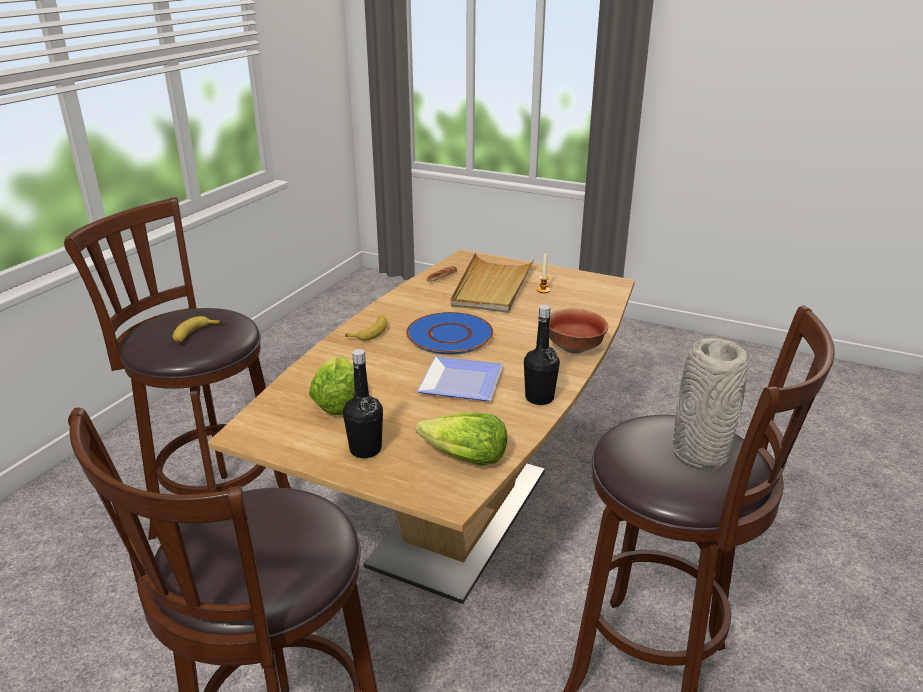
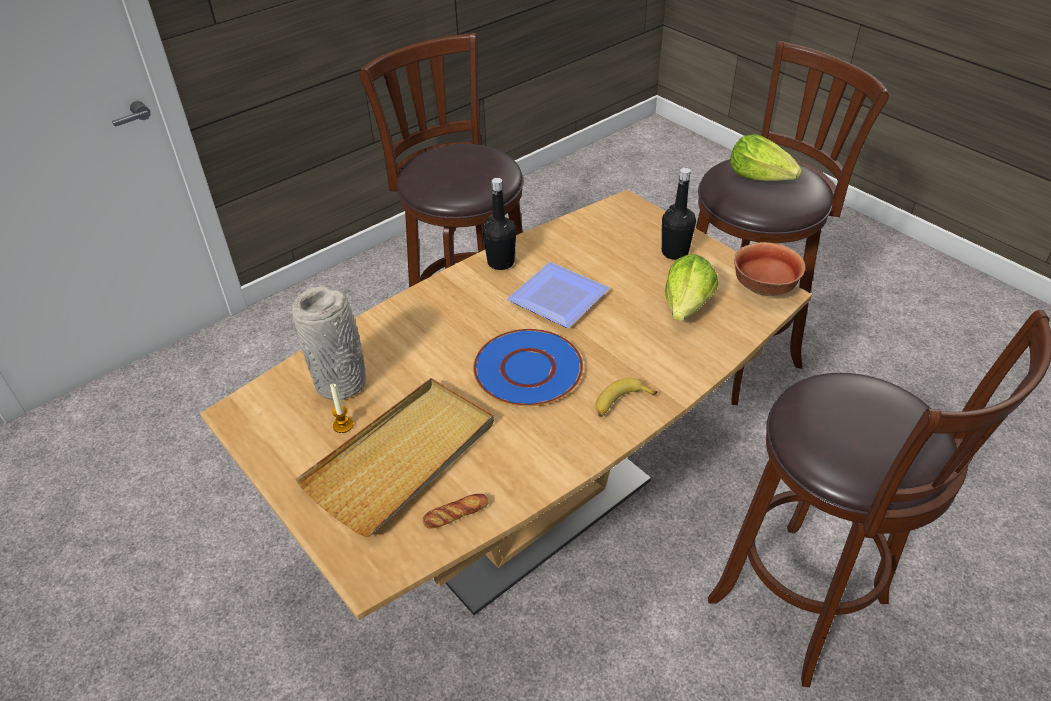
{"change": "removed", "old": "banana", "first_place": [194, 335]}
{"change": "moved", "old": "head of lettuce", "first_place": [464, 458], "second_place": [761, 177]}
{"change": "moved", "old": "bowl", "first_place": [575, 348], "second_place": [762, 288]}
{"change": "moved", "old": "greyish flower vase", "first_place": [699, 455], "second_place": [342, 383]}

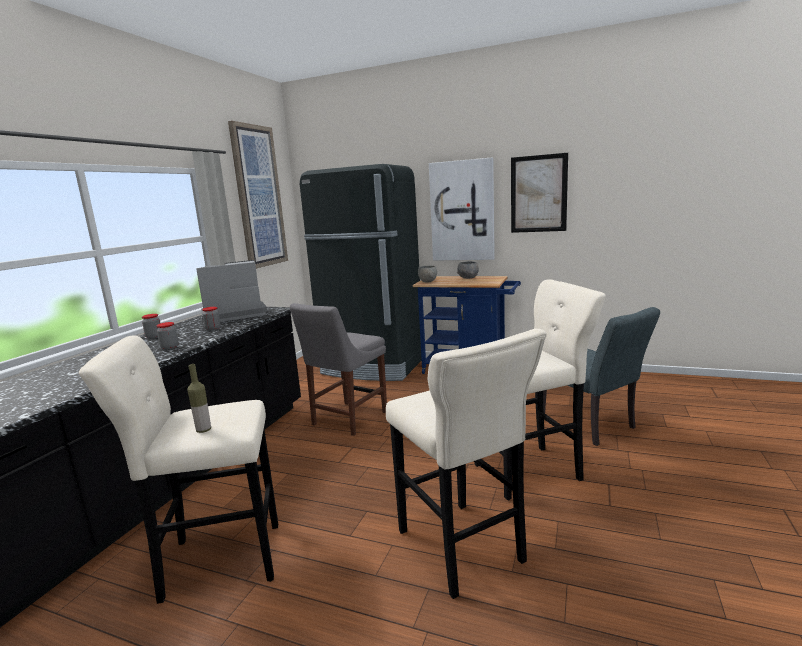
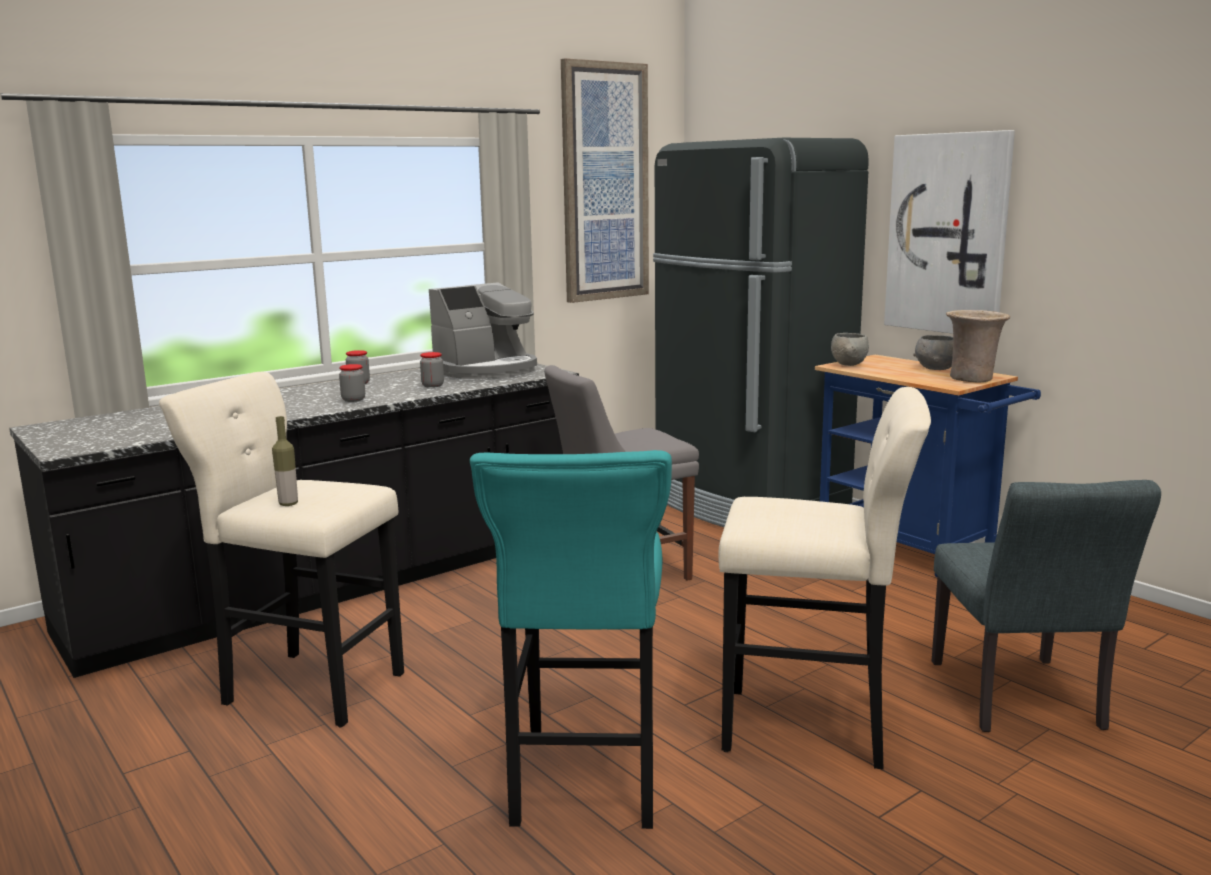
{"change": "turned", "old": "coffee machine", "first_place": [233, 315], "second_place": [486, 370], "degrees": 135}
{"change": "recoloured", "old": "beige sitting stool", "new": "blue-green sitting stool", "first_place": [463, 550], "second_place": [585, 783]}
{"change": "removed", "old": "wall art", "first_place": [538, 194]}
{"change": "added", "new": "beige flower vase", "second_place": [973, 378]}

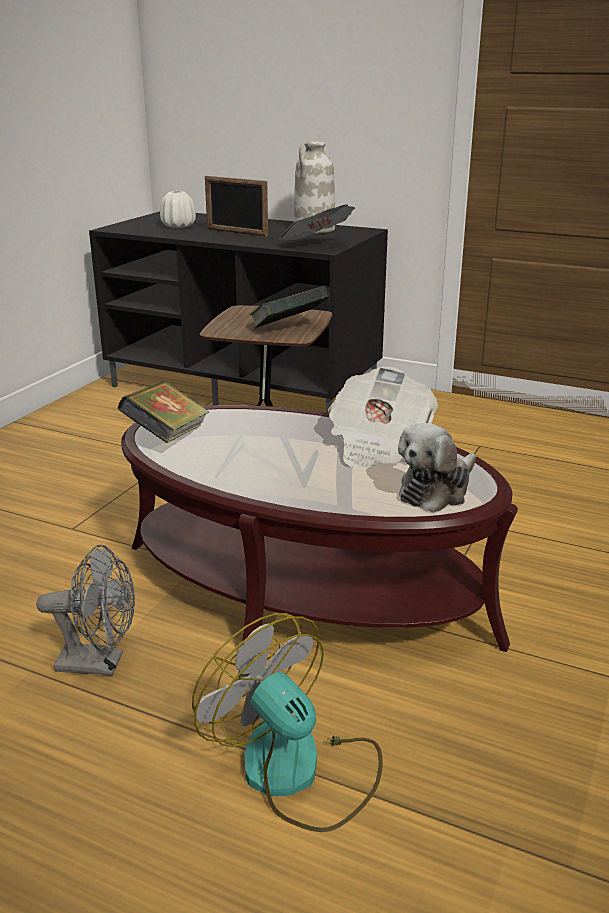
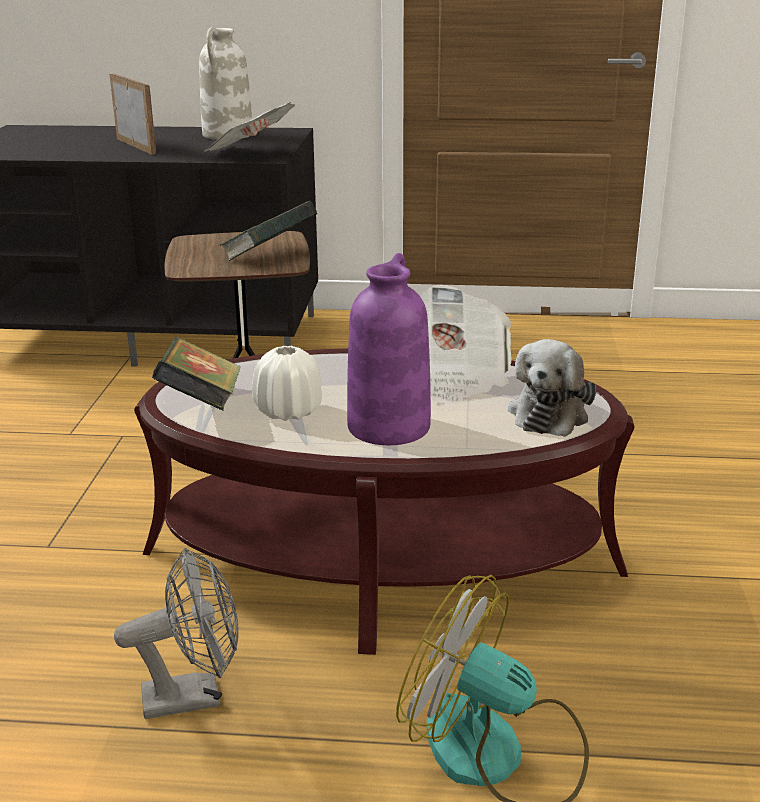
{"change": "moved", "old": "white-coloured flower vase", "first_place": [178, 226], "second_place": [288, 411]}
{"change": "turned", "old": "picture frame", "first_place": [236, 232], "second_place": [136, 146], "degrees": -135}
{"change": "added", "new": "purplish flower vase", "second_place": [388, 426]}

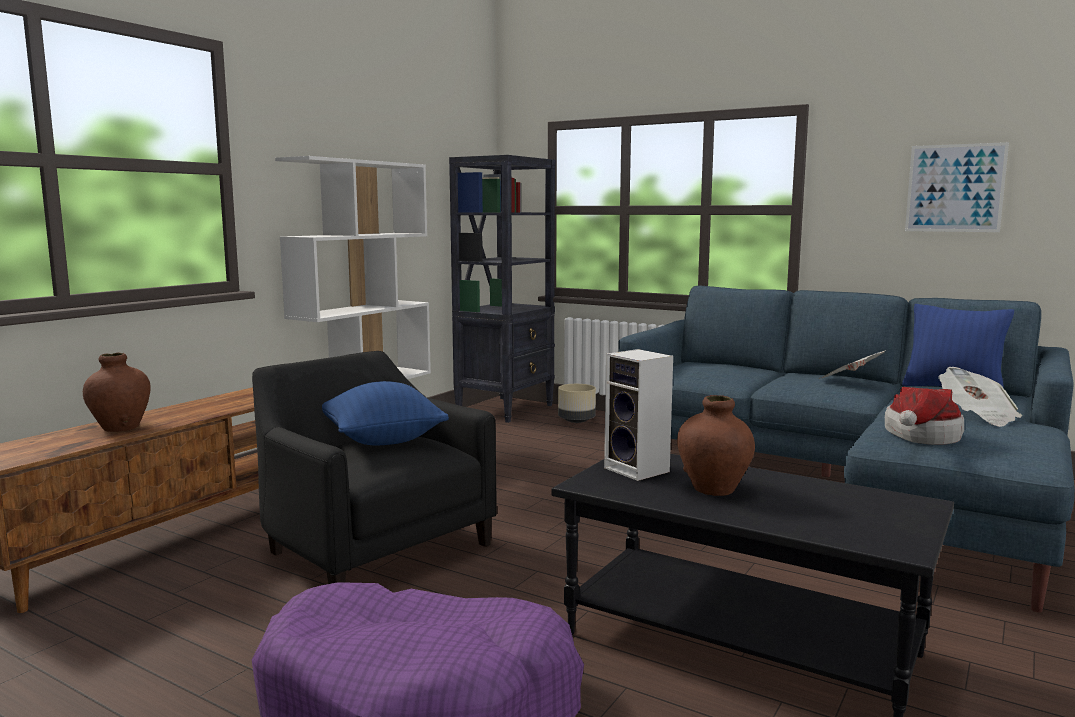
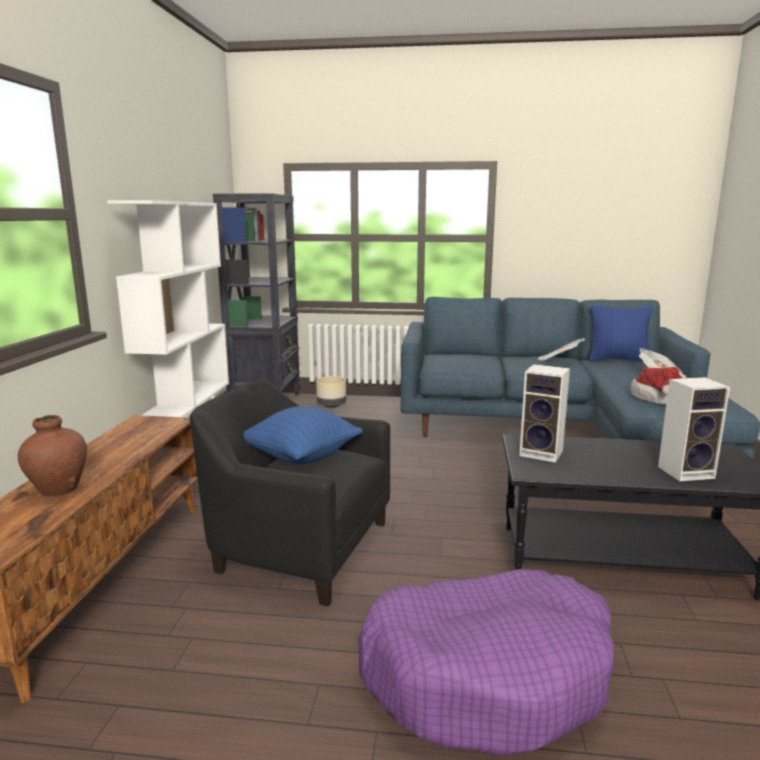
{"change": "removed", "old": "brown flower vase", "first_place": [713, 489]}
{"change": "removed", "old": "wall art", "first_place": [955, 188]}
{"change": "added", "new": "loudspeaker", "second_place": [687, 472]}

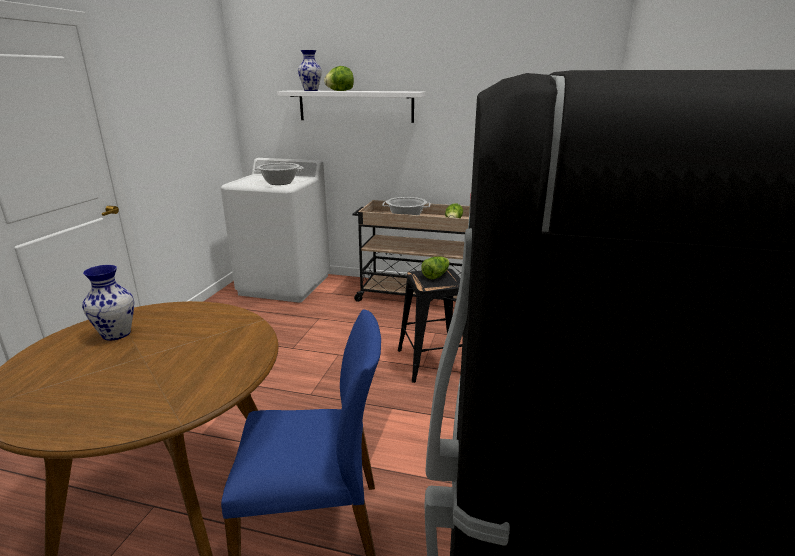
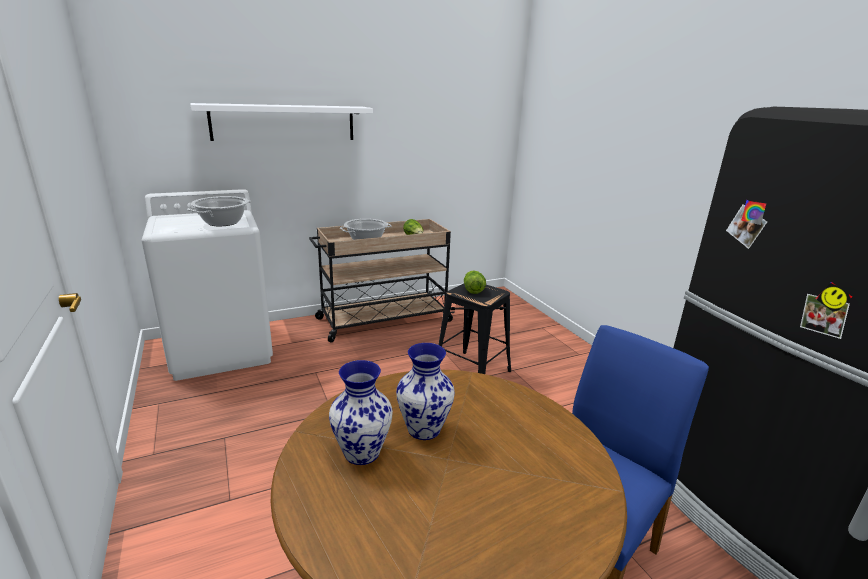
{"change": "moved", "old": "flower vase", "first_place": [311, 90], "second_place": [425, 429]}
{"change": "removed", "old": "head of lettuce", "first_place": [340, 91]}

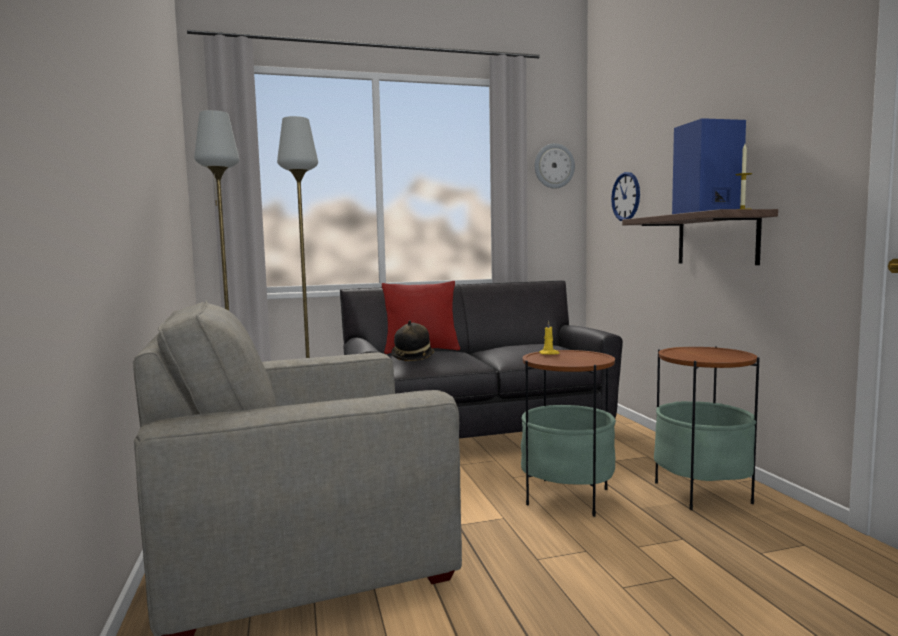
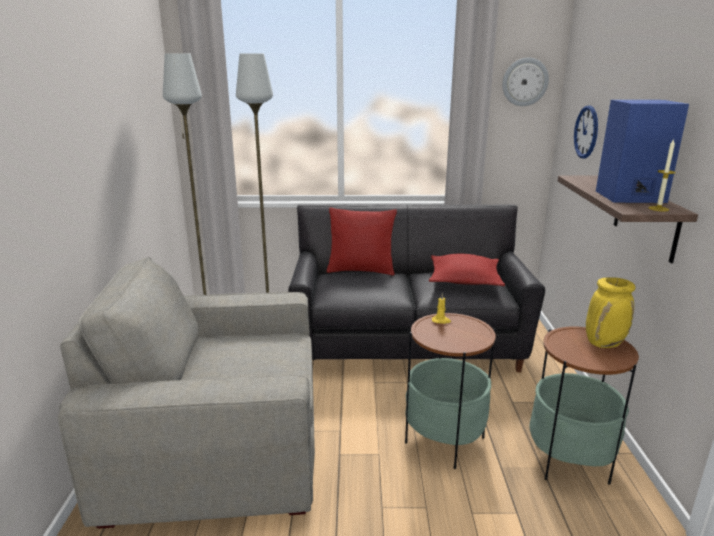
{"change": "removed", "old": "clothing hat", "first_place": [413, 357]}
{"change": "added", "new": "red pillow", "second_place": [464, 280]}
{"change": "added", "new": "yellowish flower vase", "second_place": [604, 343]}

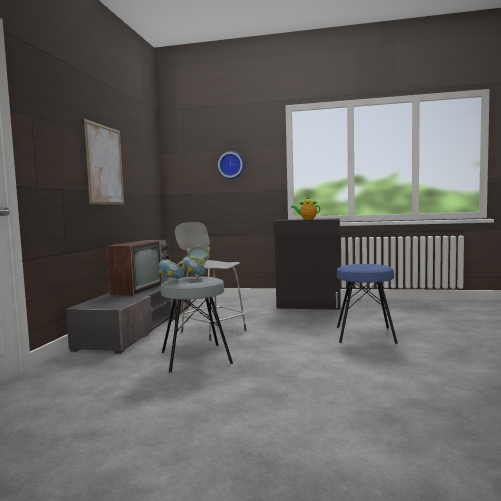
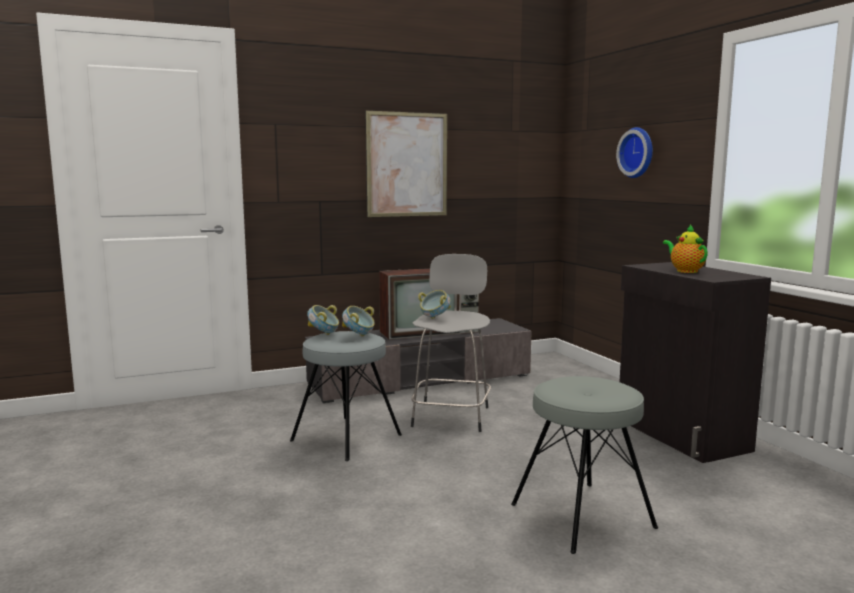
{"change": "recoloured", "old": "blue-coloured sitting stool", "new": "greyish sitting stool", "first_place": [365, 335], "second_place": [581, 516]}

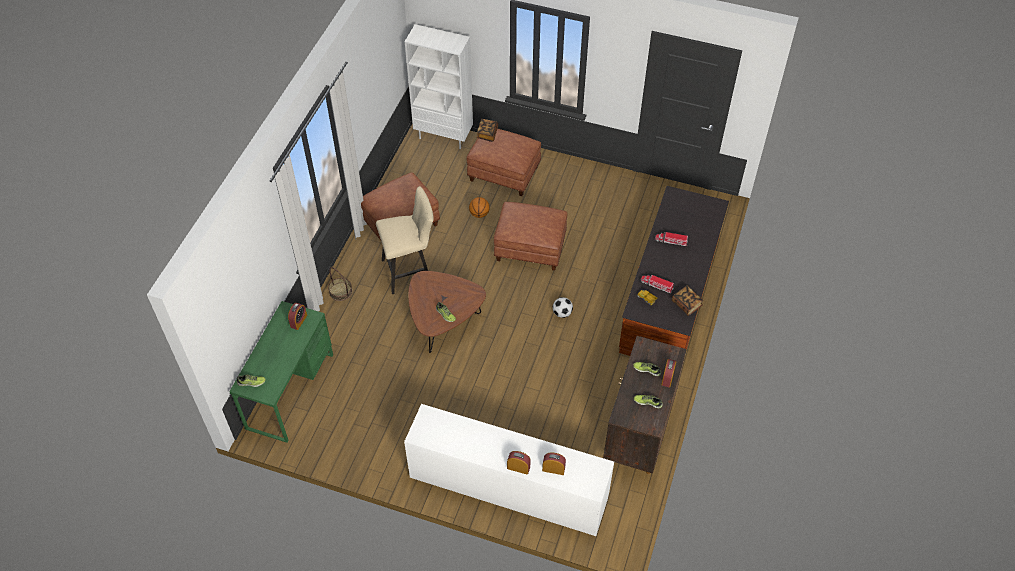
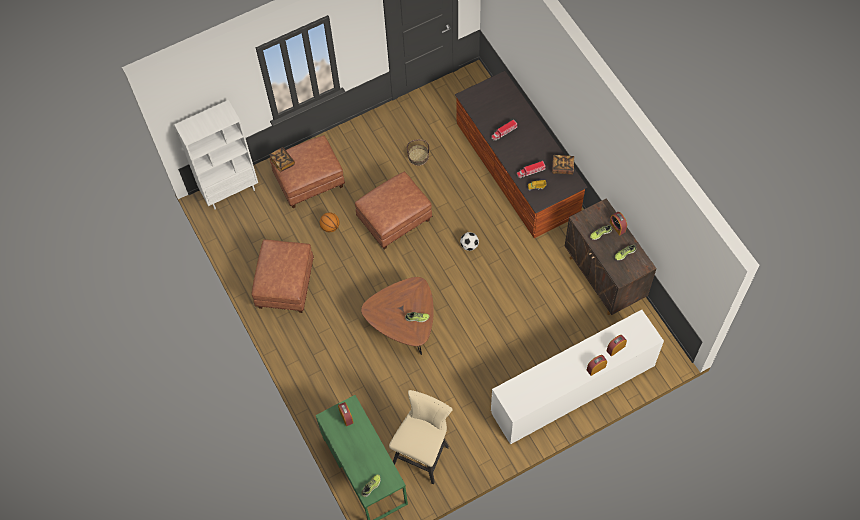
{"change": "moved", "old": "storage basket", "first_place": [340, 291], "second_place": [418, 157]}
{"change": "moved", "old": "beige sitting stool", "first_place": [410, 271], "second_place": [423, 453]}

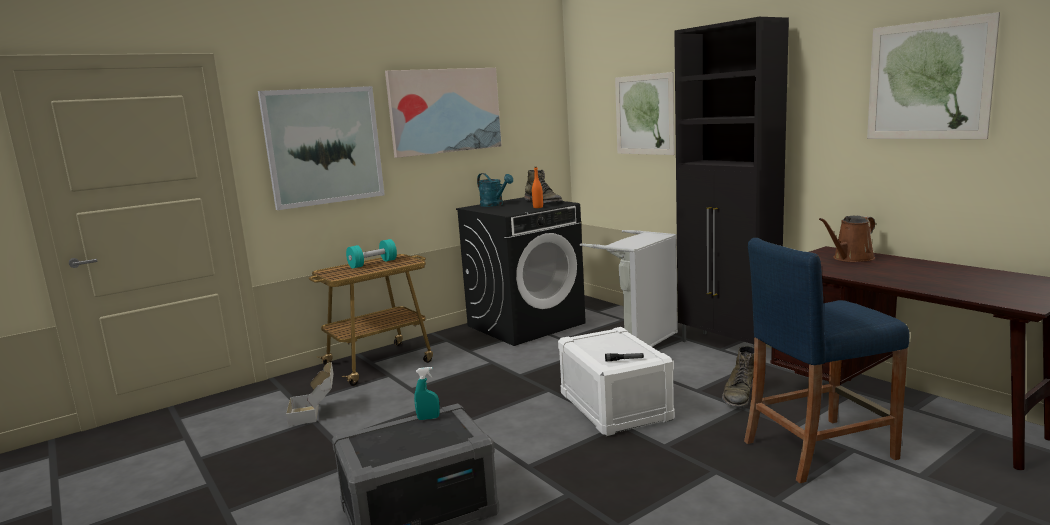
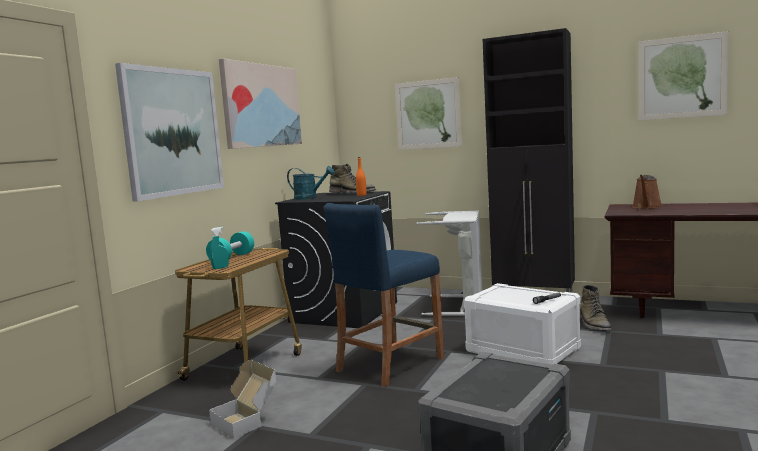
{"change": "moved", "old": "blue-green spray bottle", "first_place": [428, 418], "second_place": [220, 268]}
{"change": "moved", "old": "blue-coloured sitting stool", "first_place": [818, 449], "second_place": [389, 364]}

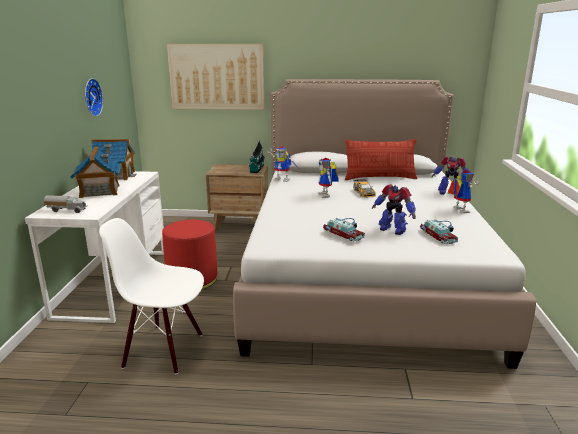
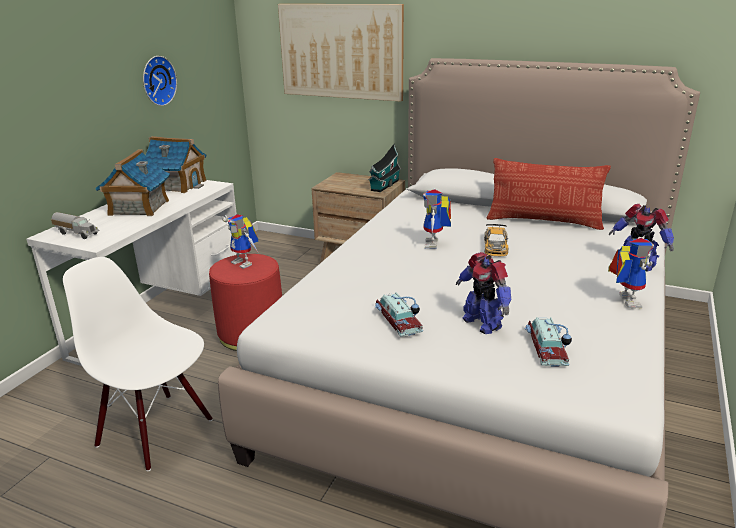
{"change": "moved", "old": "model robot", "first_place": [284, 179], "second_place": [245, 263]}

